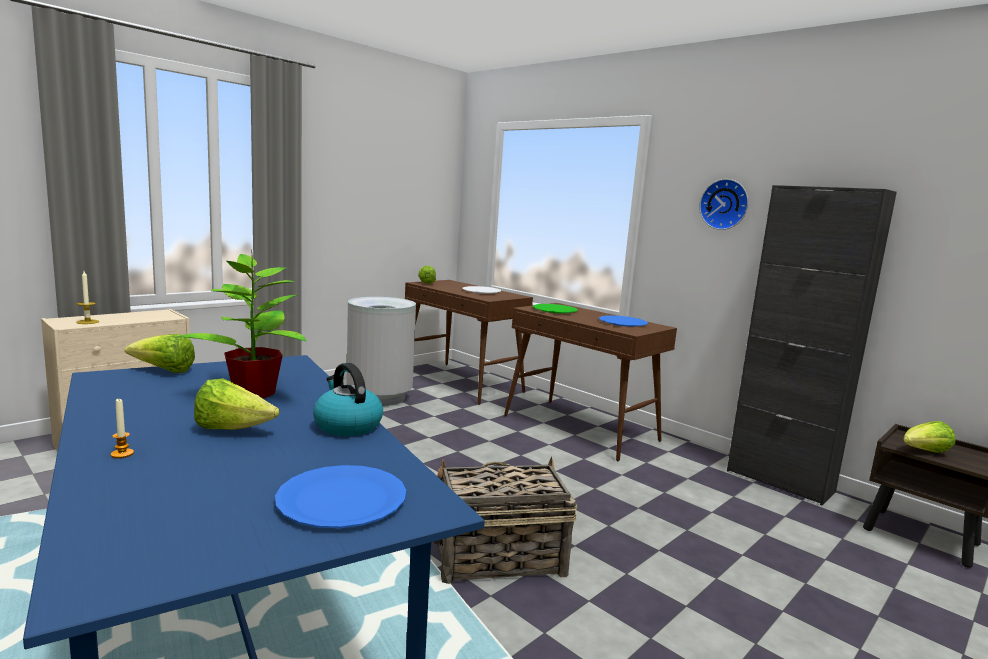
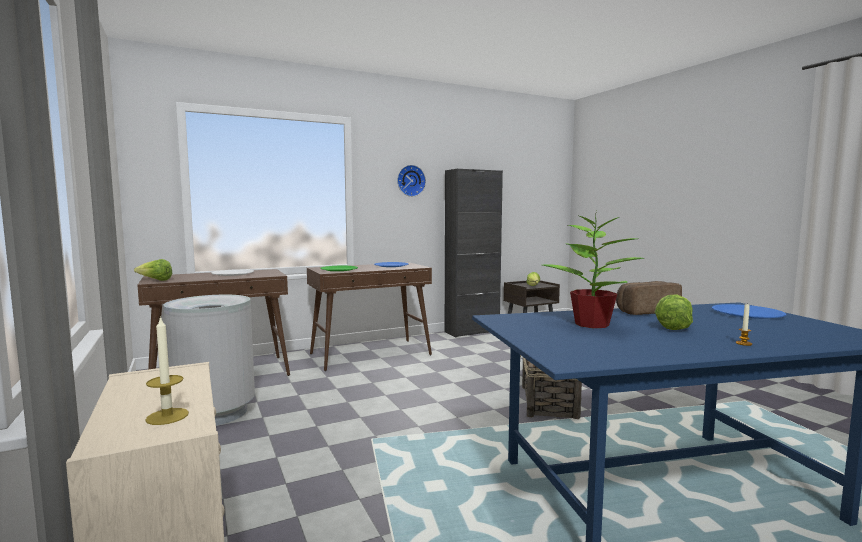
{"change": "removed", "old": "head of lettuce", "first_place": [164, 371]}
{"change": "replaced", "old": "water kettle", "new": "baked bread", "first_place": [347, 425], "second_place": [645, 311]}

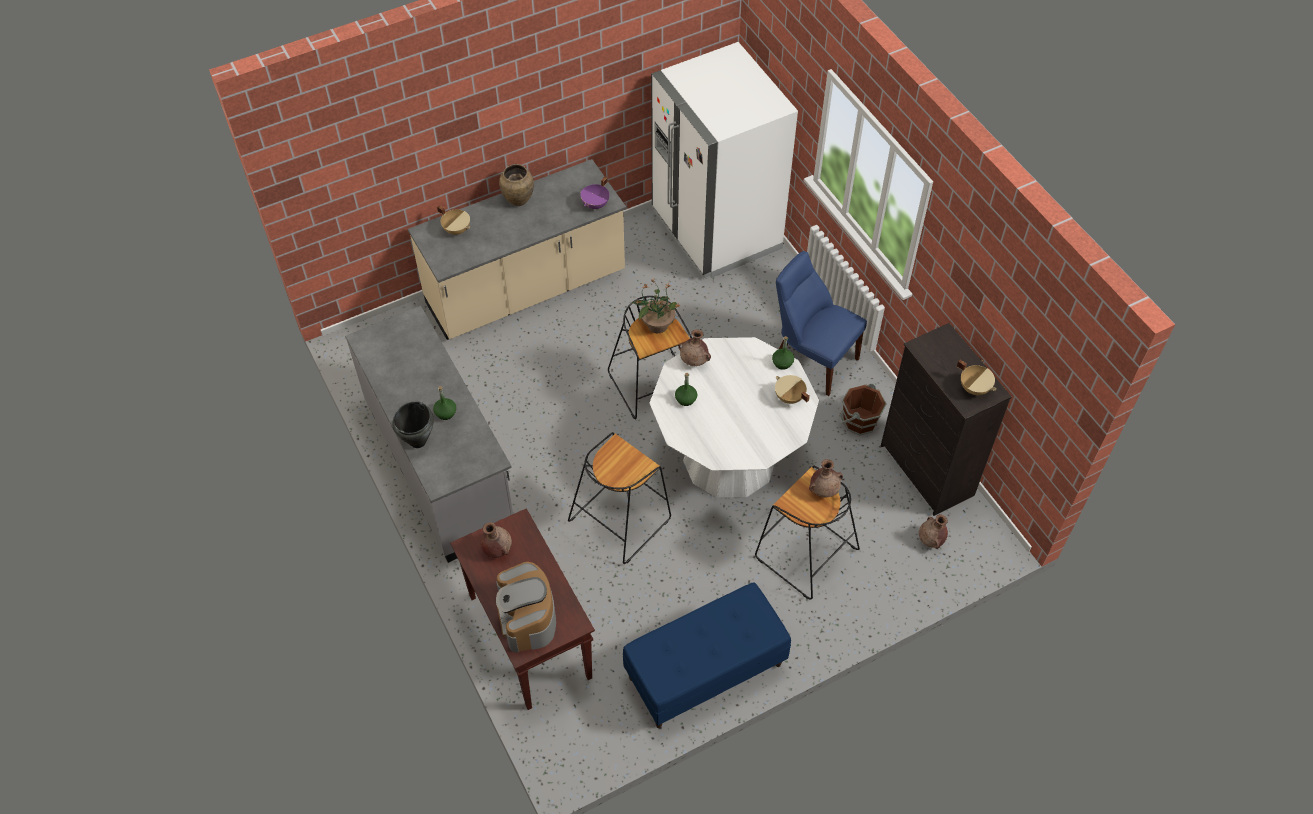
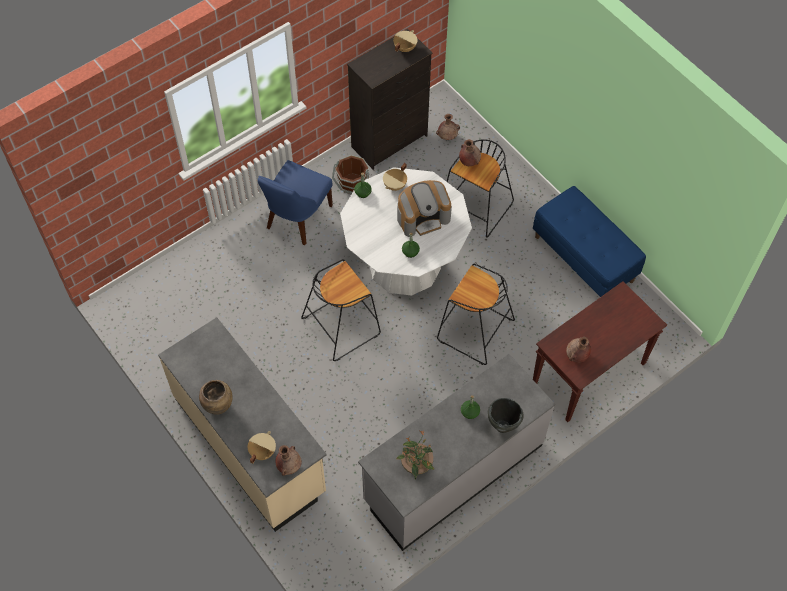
{"change": "moved", "old": "coffee machine", "first_place": [527, 617], "second_place": [423, 217]}
{"change": "removed", "old": "purplish saucepot", "first_place": [596, 204]}
{"change": "moved", "old": "houseplant", "first_place": [657, 325], "second_place": [416, 466]}
{"change": "removed", "old": "white-coloured refrigerator", "first_place": [716, 230]}
{"change": "moved", "old": "brown flower vase", "first_place": [694, 361], "second_place": [289, 465]}

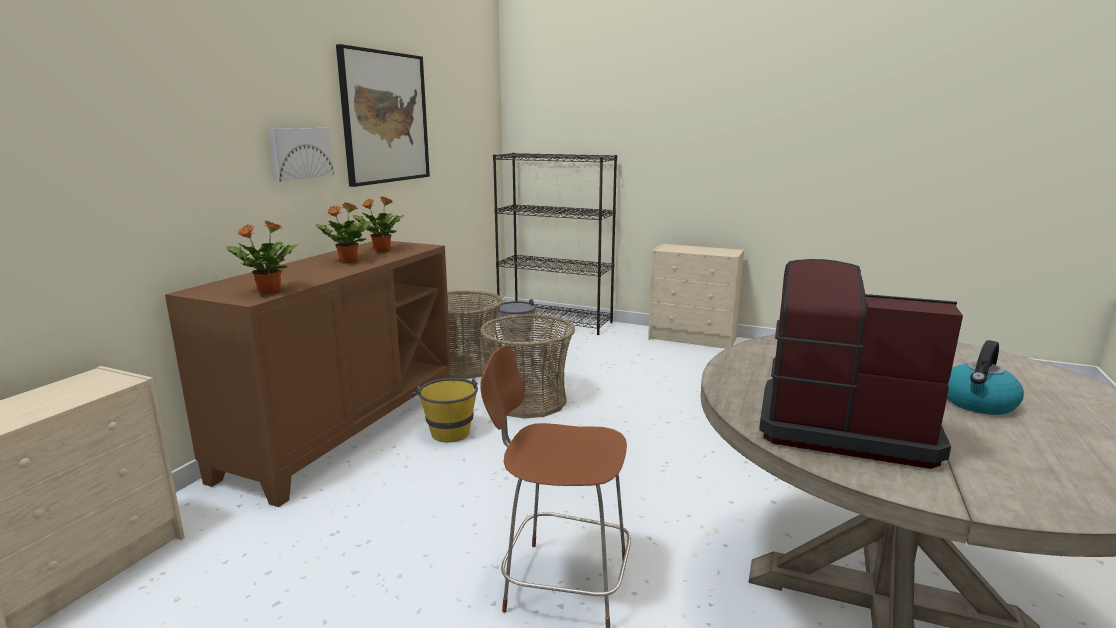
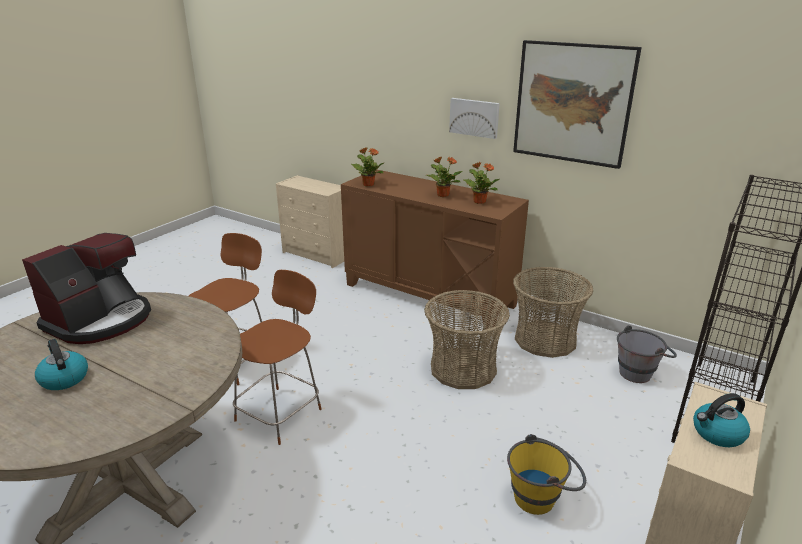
{"change": "moved", "old": "yellowish water bucket", "first_place": [448, 430], "second_place": [542, 497]}
{"change": "added", "new": "brown sitting stool", "second_place": [281, 413]}
{"change": "added", "new": "water kettle", "second_place": [717, 434]}

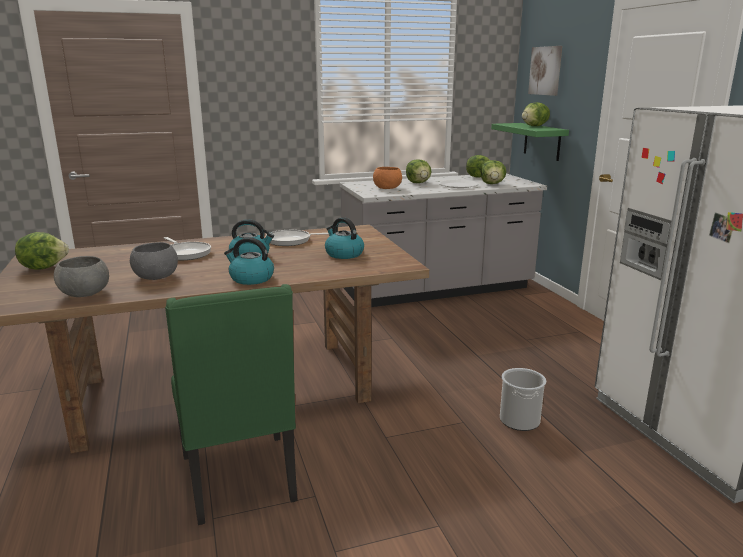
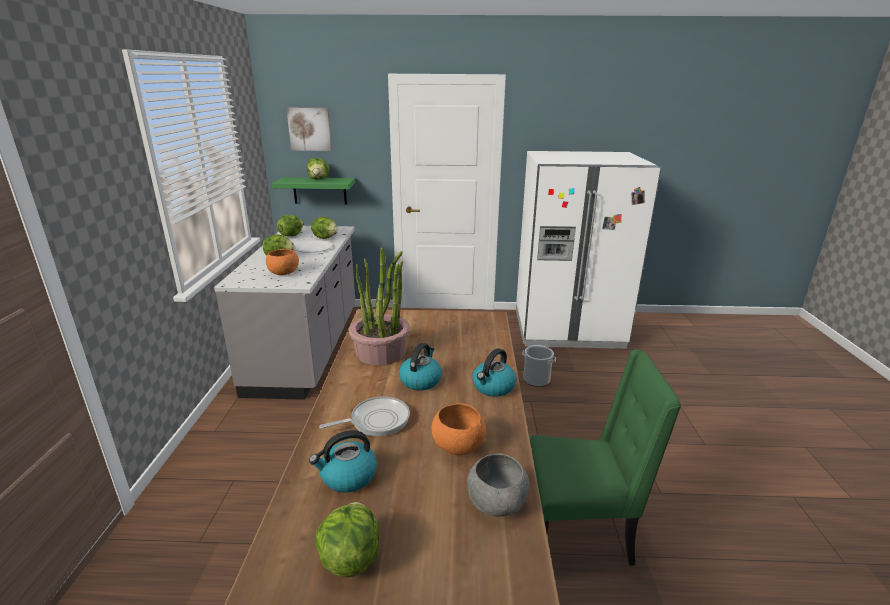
{"change": "recoloured", "old": "greyish bowl", "new": "orange bowl", "first_place": [156, 277], "second_place": [458, 445]}
{"change": "replaced", "old": "skillet", "new": "houseplant", "first_place": [291, 241], "second_place": [381, 352]}
{"change": "moved", "old": "water kettle", "first_place": [343, 254], "second_place": [348, 476]}

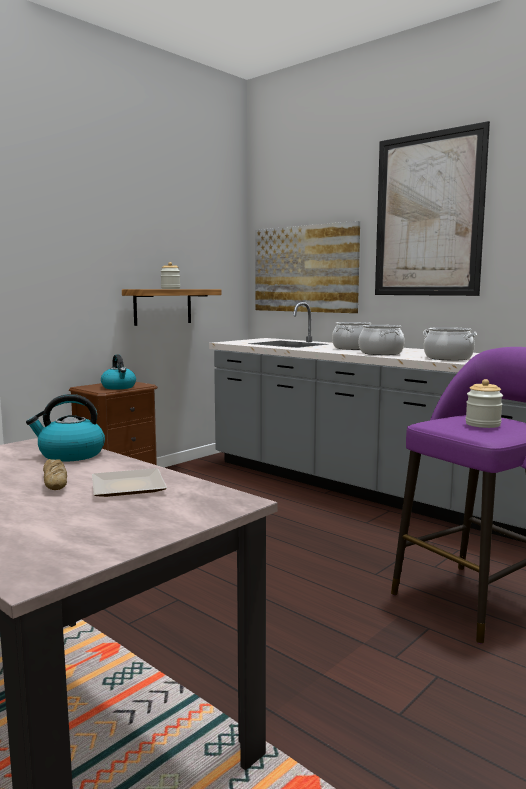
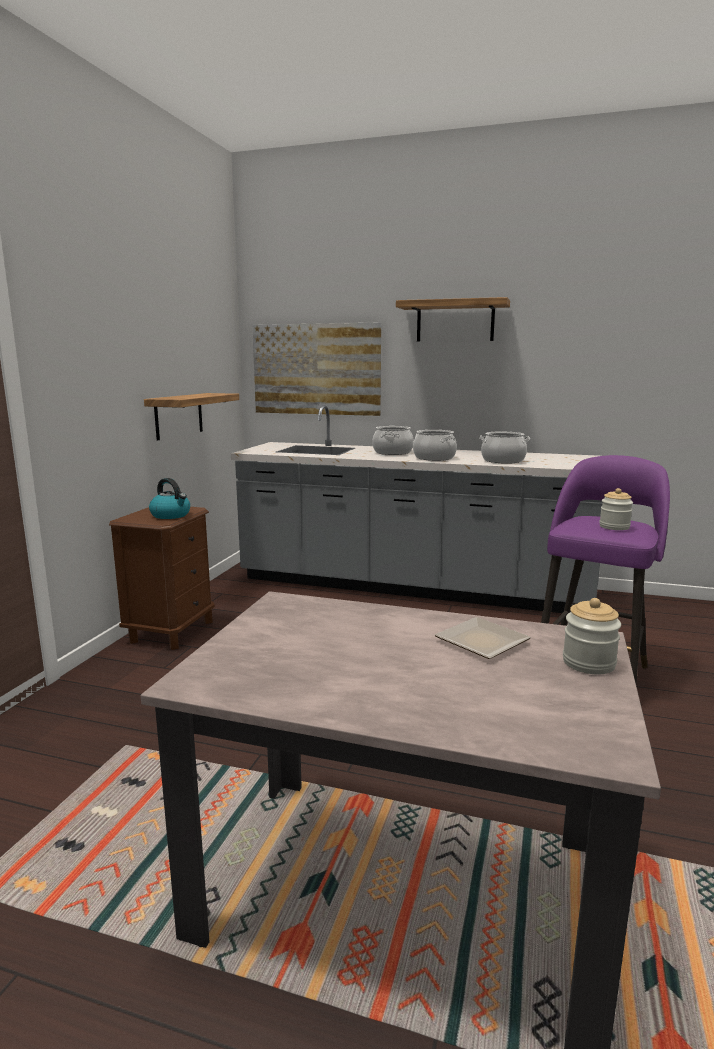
{"change": "removed", "old": "water kettle", "first_place": [70, 455]}
{"change": "removed", "old": "baked bread", "first_place": [55, 482]}
{"change": "moved", "old": "storage jar", "first_place": [170, 289], "second_place": [588, 663]}
{"change": "replaced", "old": "wall art", "new": "bracket shelf", "first_place": [428, 215], "second_place": [455, 321]}

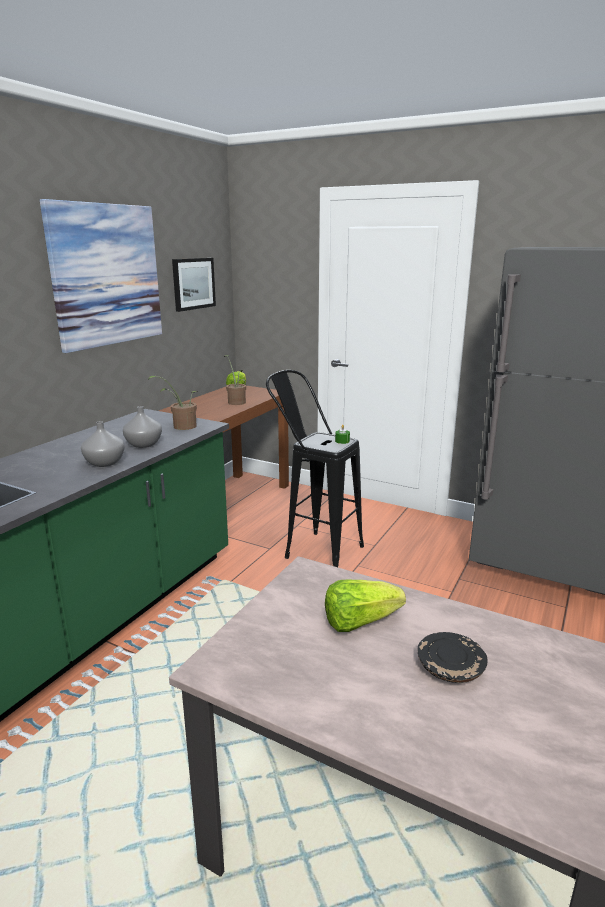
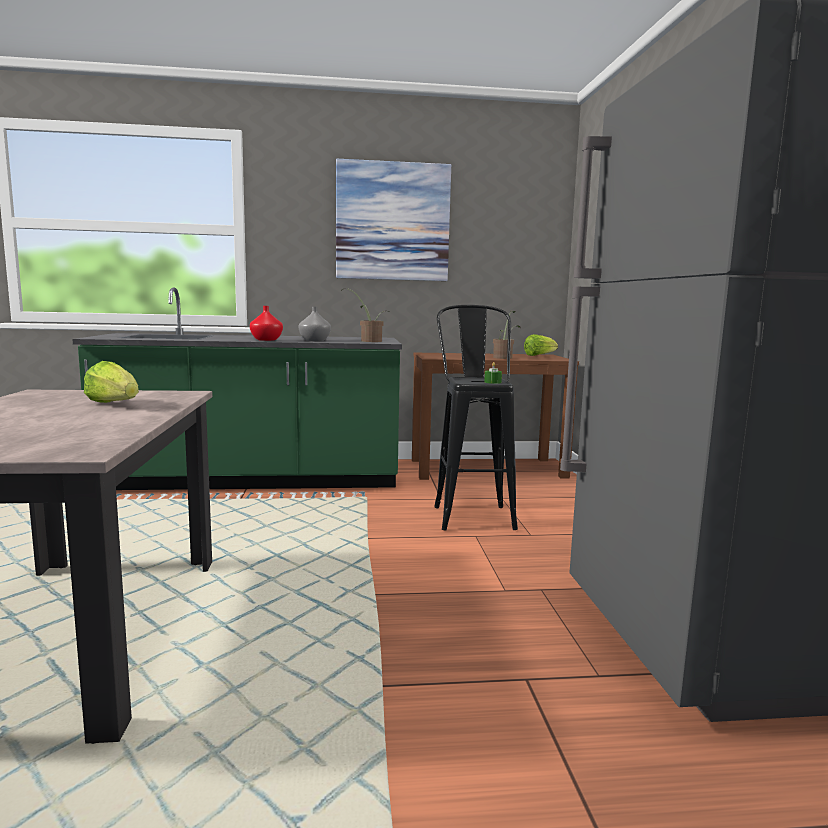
{"change": "recoloured", "old": "greyish flower vase", "new": "red flower vase", "first_place": [105, 463], "second_place": [266, 340]}
{"change": "removed", "old": "wall art", "first_place": [193, 283]}
{"change": "removed", "old": "blackish dinner plate", "first_place": [450, 667]}

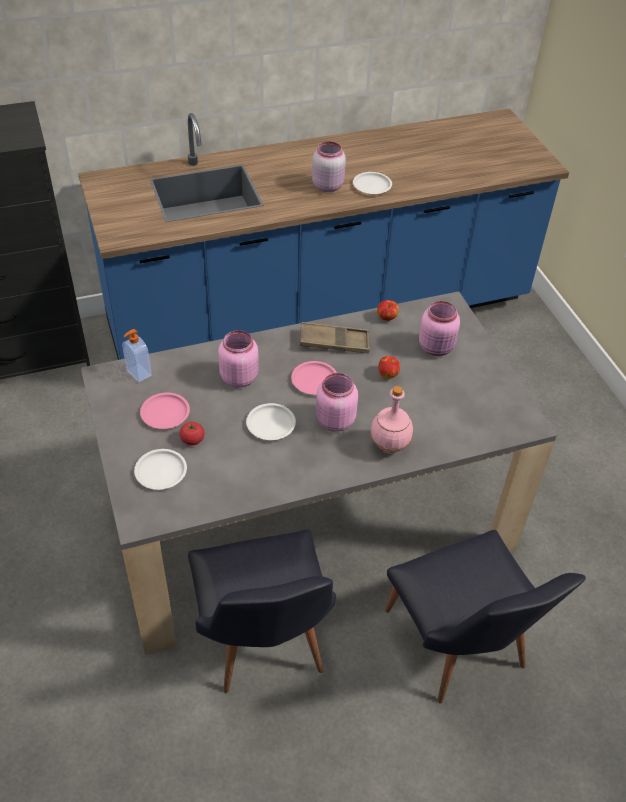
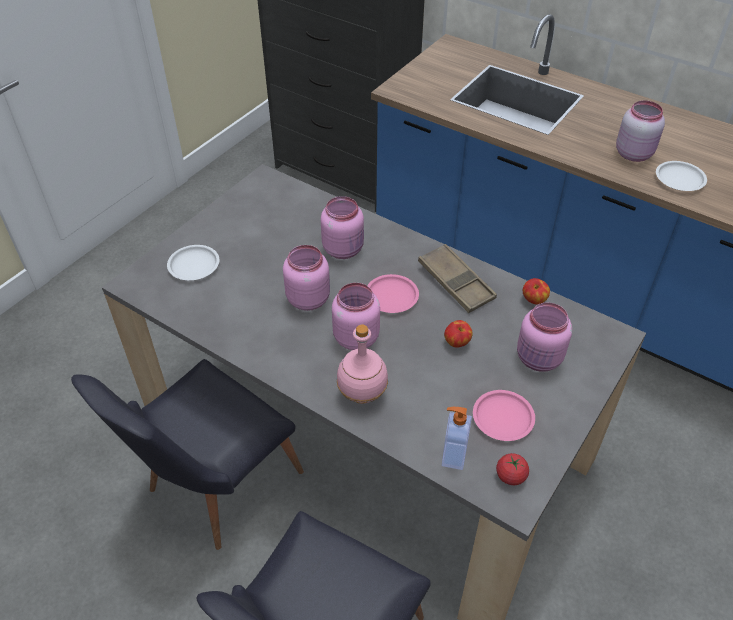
{"change": "moved", "old": "liquid soap bottle", "first_place": [138, 373], "second_place": [452, 455]}
{"change": "moved", "old": "pink dinner plate", "first_place": [165, 414], "second_place": [502, 418]}
{"change": "moved", "old": "tomato", "first_place": [192, 440], "second_place": [510, 476]}
{"change": "replaced", "old": "white-coloured dinner plate", "new": "pink storage jar", "first_place": [270, 424], "second_place": [308, 298]}

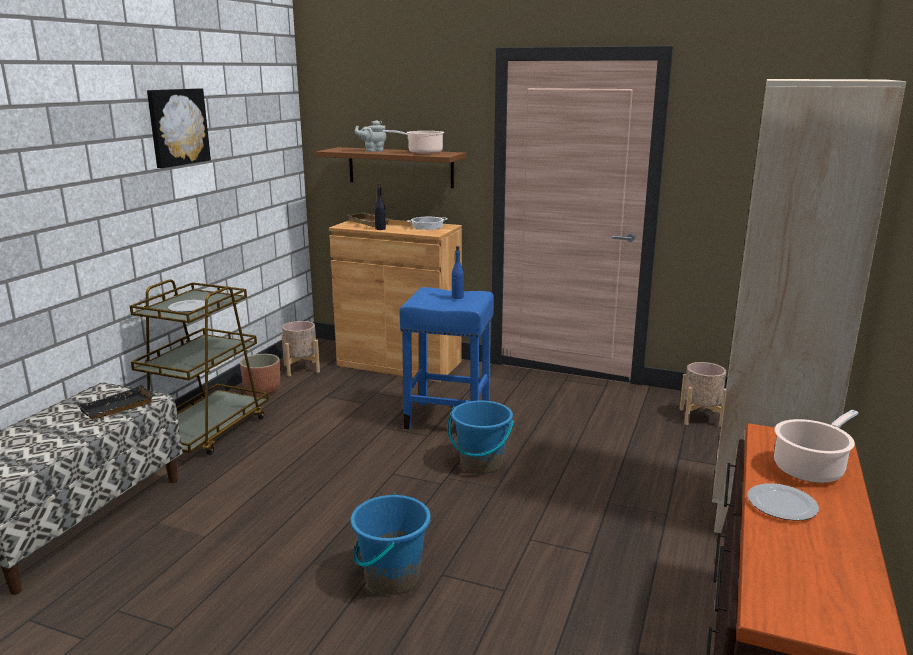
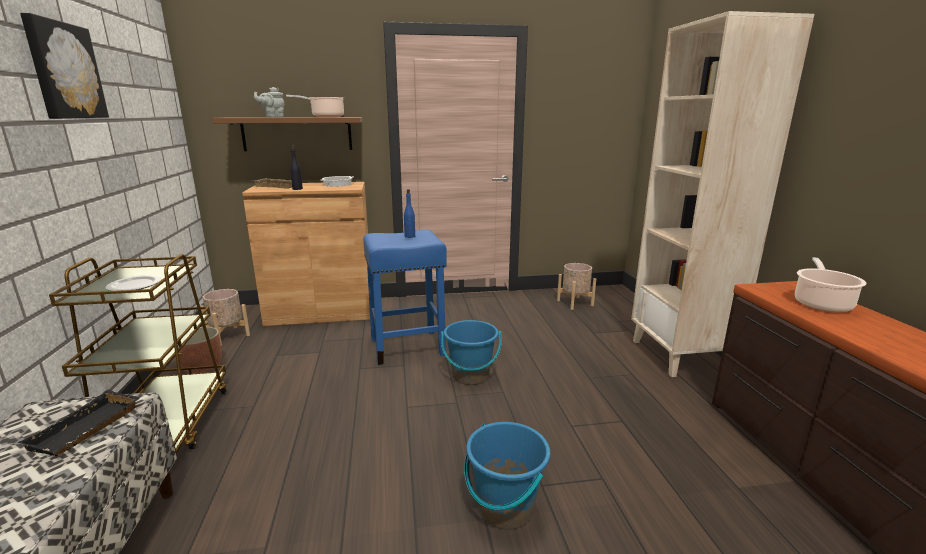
{"change": "removed", "old": "dinner plate", "first_place": [782, 505]}

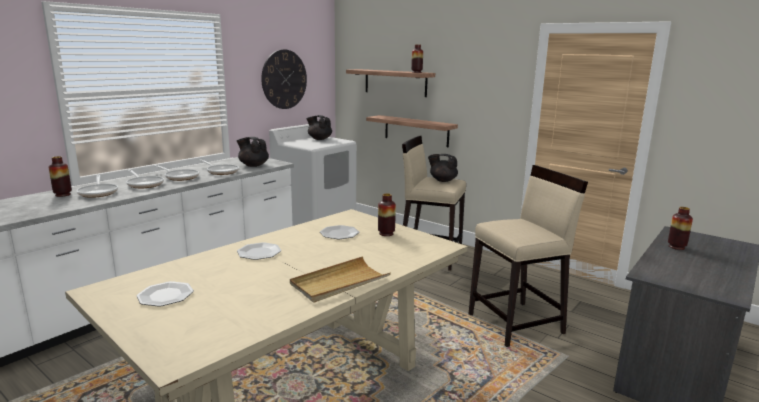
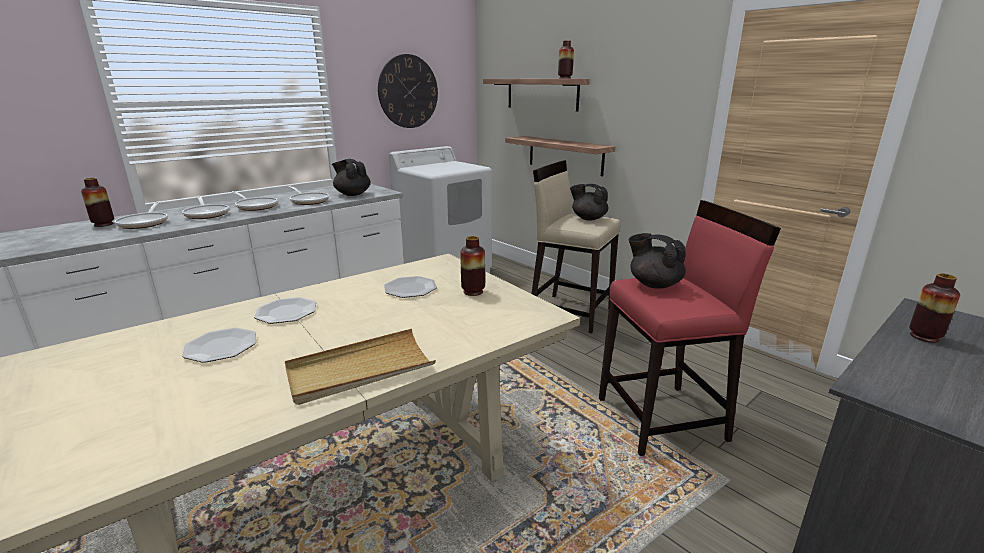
{"change": "moved", "old": "dinner plate", "first_place": [165, 295], "second_place": [221, 346]}
{"change": "moved", "old": "blackish teapot", "first_place": [319, 139], "second_place": [654, 284]}
{"change": "recoloured", "old": "beige sitting stool", "new": "red sitting stool", "first_place": [516, 324], "second_place": [663, 419]}

